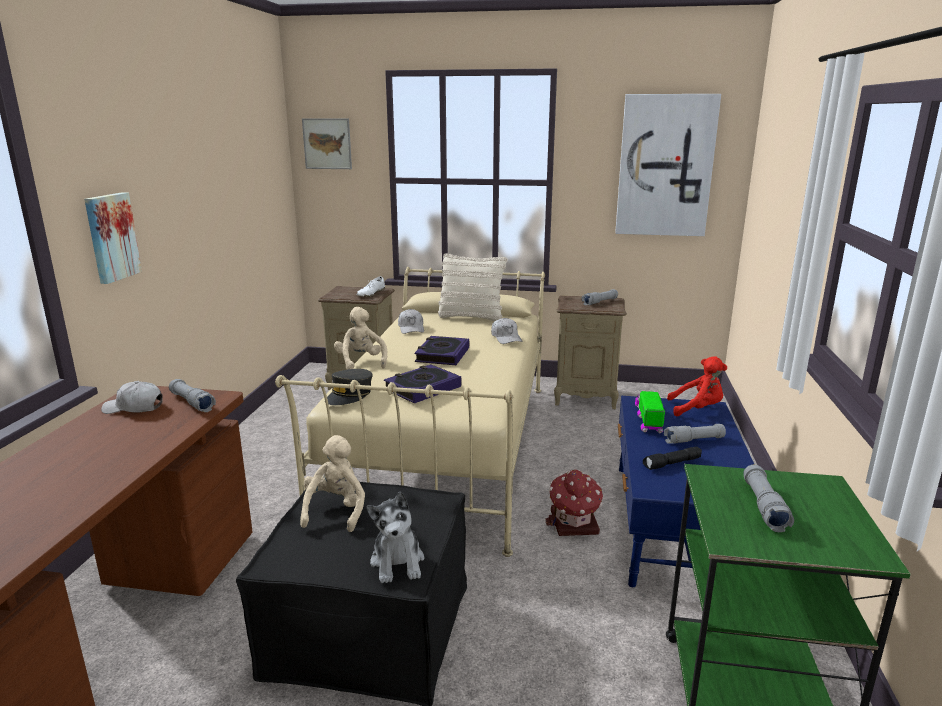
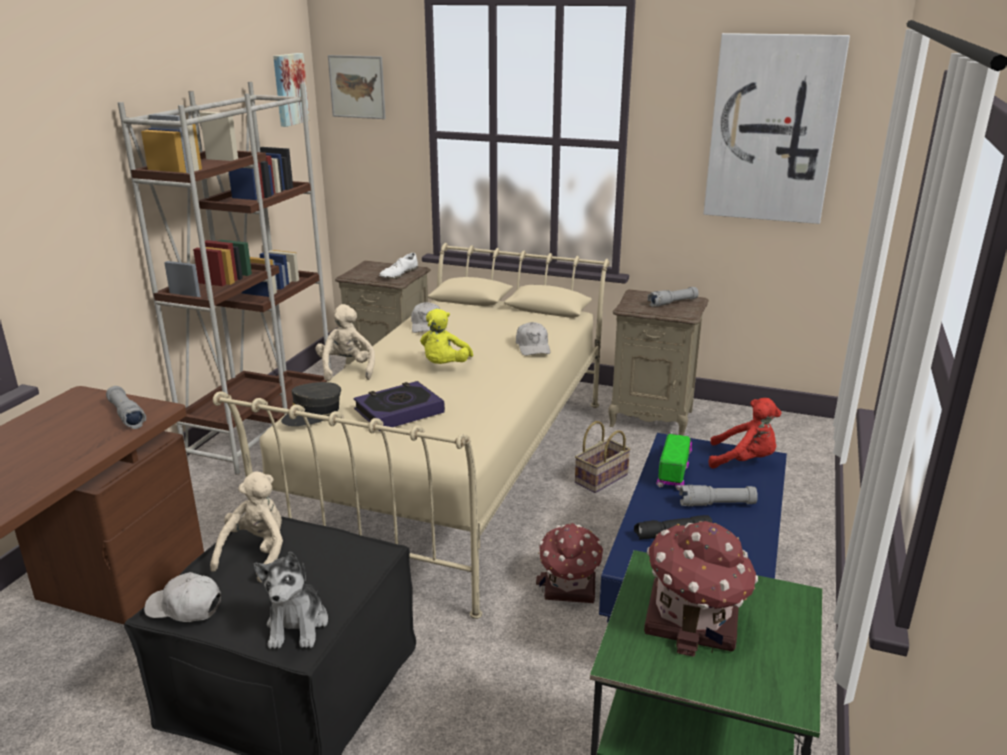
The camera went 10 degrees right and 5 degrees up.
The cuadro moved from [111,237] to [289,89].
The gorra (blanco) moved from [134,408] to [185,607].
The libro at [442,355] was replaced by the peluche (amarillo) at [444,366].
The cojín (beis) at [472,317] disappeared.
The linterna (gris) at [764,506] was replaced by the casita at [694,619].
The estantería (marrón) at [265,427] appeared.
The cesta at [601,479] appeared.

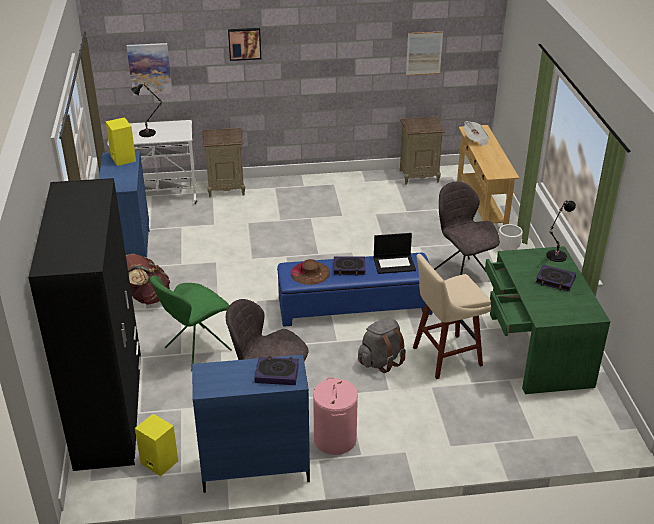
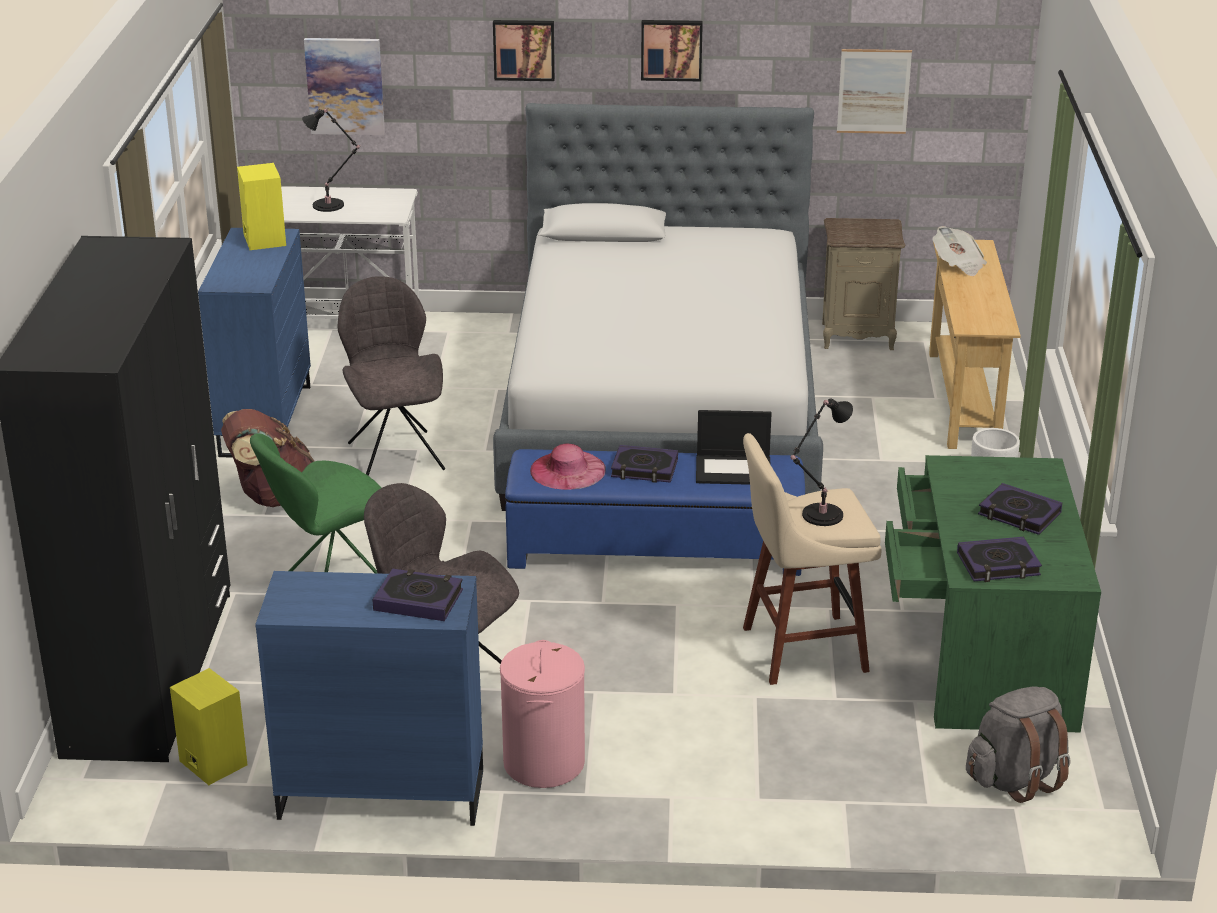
The camera went 10 degrees right and 5 degrees down.
The mesita de noche (beis) at [226,189] disappeared.
The sombrero (marrón) at [310,273] became the sombrero (rosa) at [567,470].
The mochila (gris) moved from [381,361] to [1016,779].
The silla (gris) moved from [462,274] to [395,454].
The lámpara de mesa (negro) moved from [555,257] to [819,516].
The cama at [661,409] appeared.
The cuadro at [671,49] appeared.
The libro at [998,565] appeared.

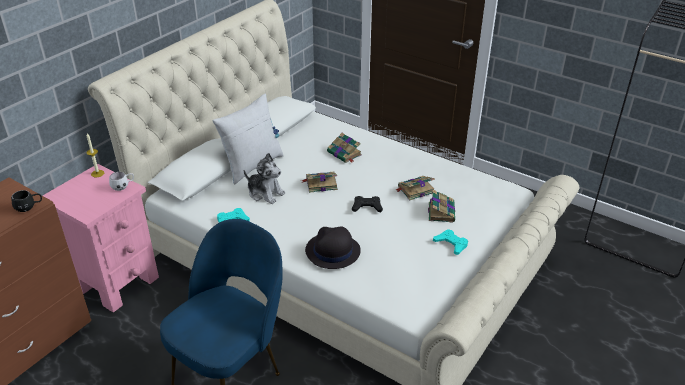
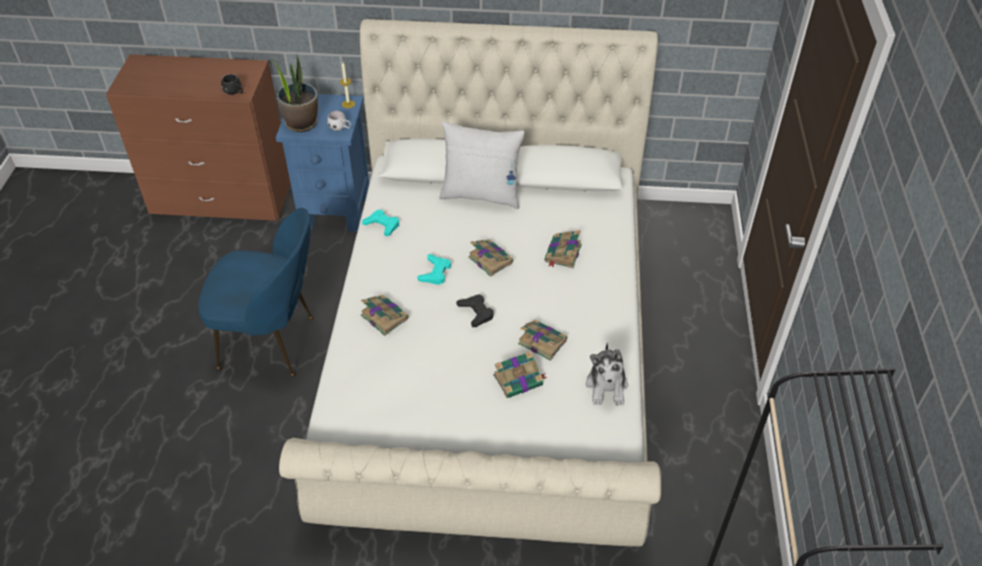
The camera went 60 degrees right and 10 degrees up.
The mesita de noche (rosa) at [118,282] became the mesita de noche (azul) at [336,210].
The peluche moved from [265,193] to [607,386].
The sombrero (negro) at [332,251] was replaced by the libro at [383,316].
The mando de consola (turquesa) moved from [451,244] to [435,272].
The planta en maceta at [301,123] appeared.

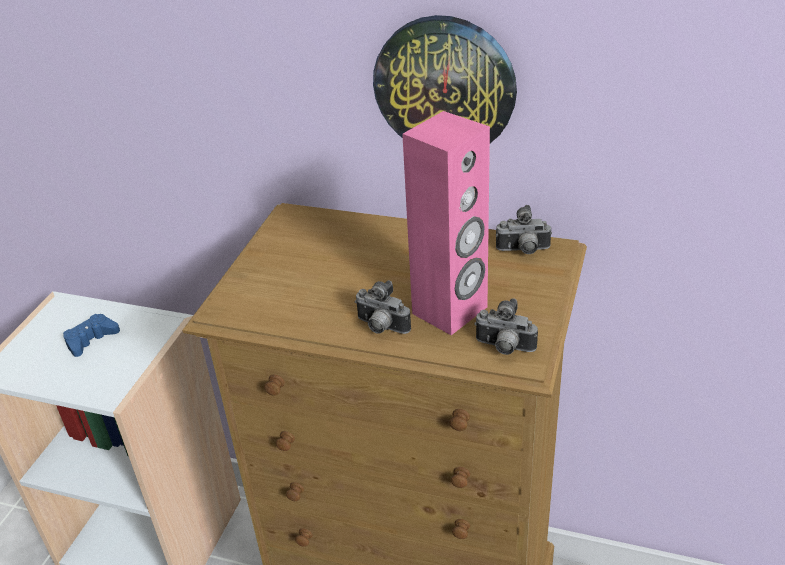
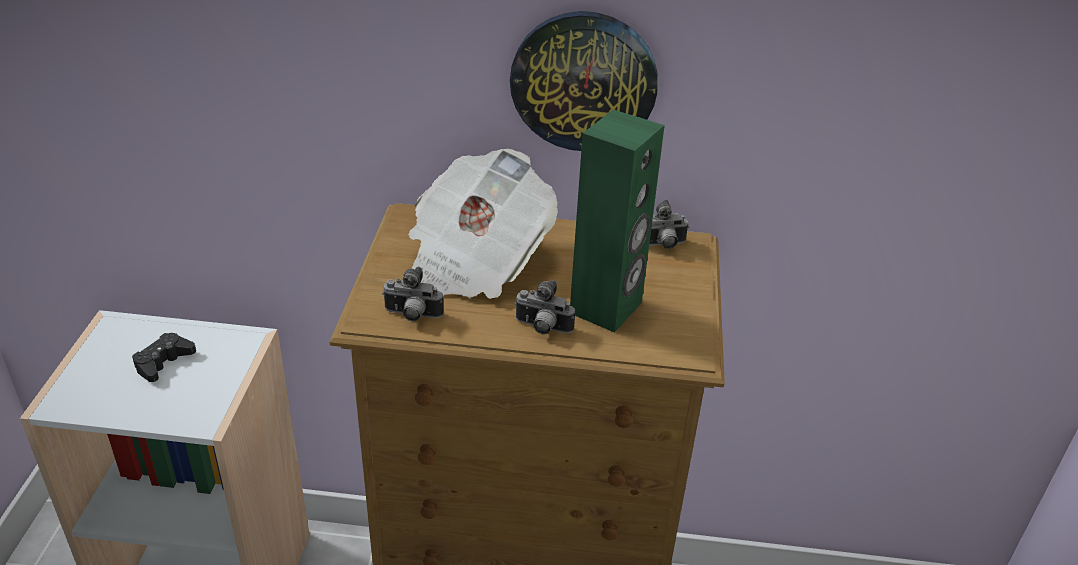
The camera went 15 degrees left and 0 degrees up.
The mando de consola (azul) at [91,339] became the mando de consola (negro) at [163,362].
The altavoz (rosa) at [450,311] became the altavoz (verde) at [606,308].
The cámara moved from [504,348] to [412,316].
The periódico at [474,260] appeared.

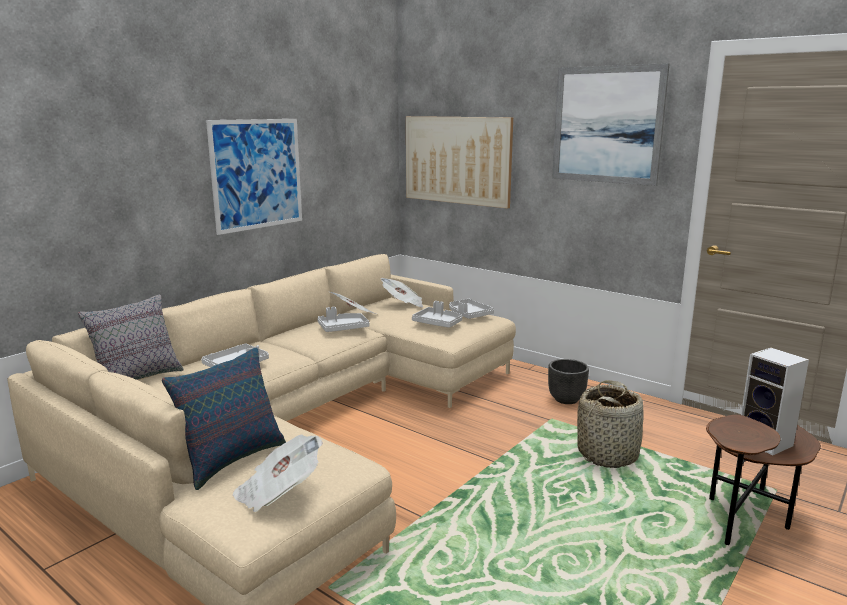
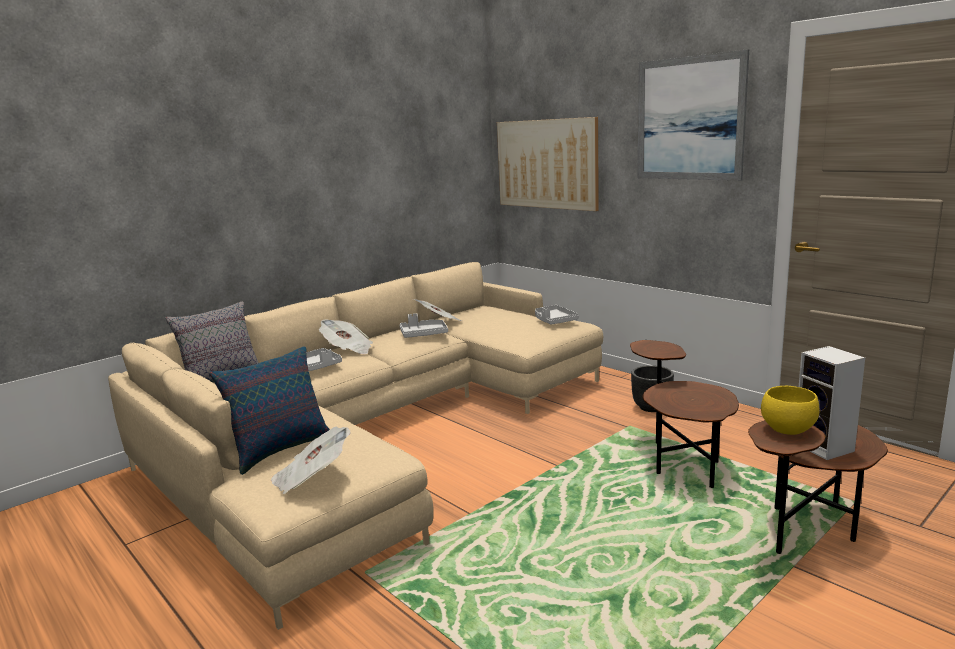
The camera went 10 degrees right and 0 degrees up.
The cuadro at [257,174] disappeared.
The periódico moved from [403,304] to [348,350].
The bandeja (gris) at [438,323] disappeared.
The cesta at [608,454] was replaced by the mesa auxiliar (marrón) at [678,461].
The cuenco (amarillo) at [786,430] appeared.

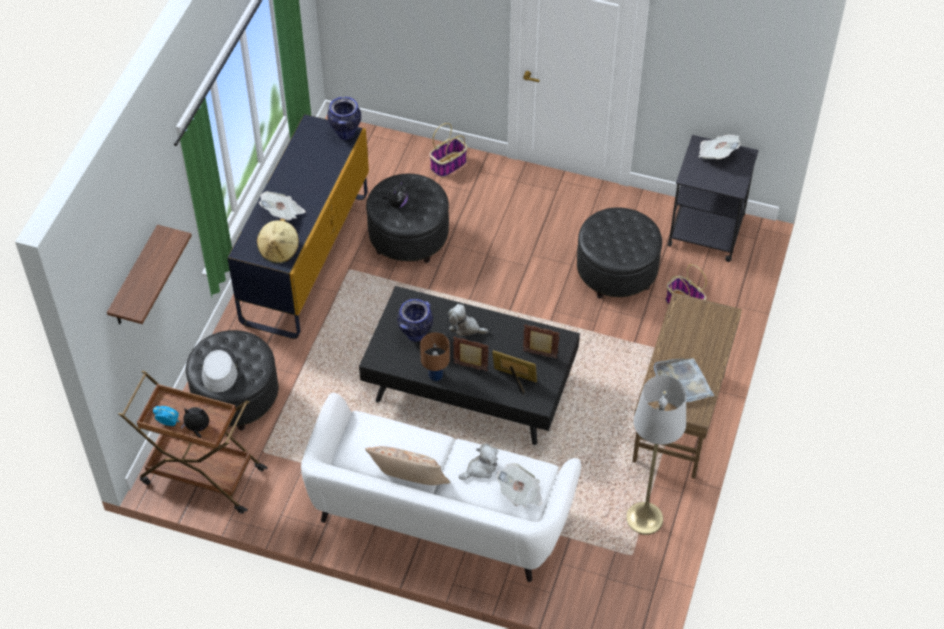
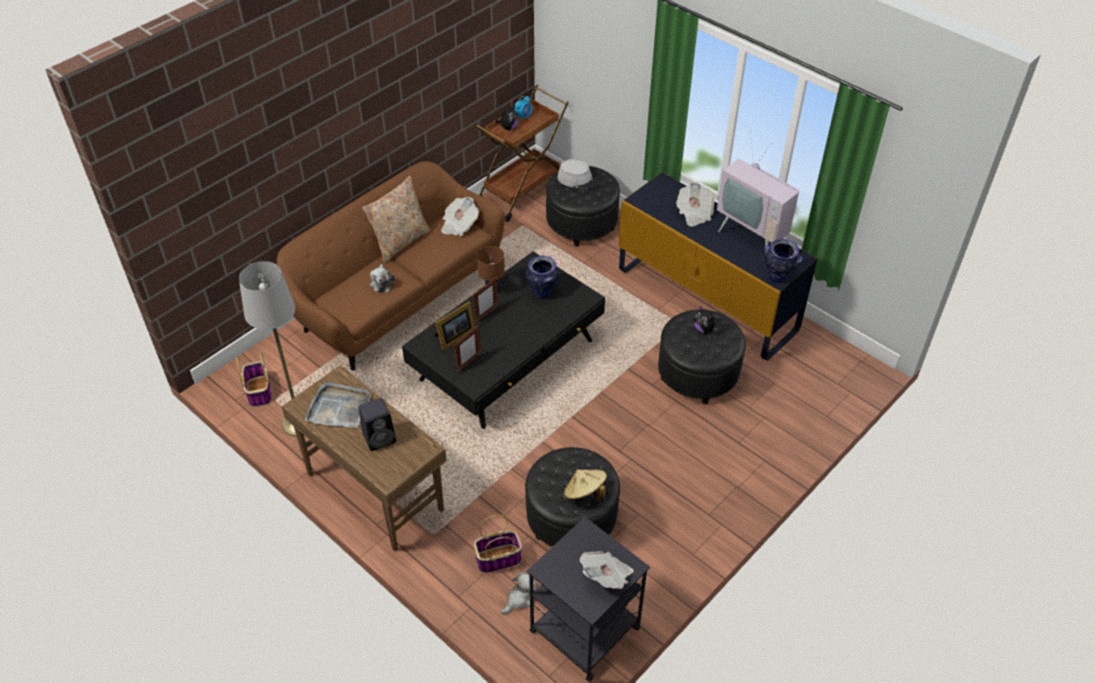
The camera went 115 degrees right and 5 degrees down.
The estante at [135,278] disappeared.
The sombrero (beis) moved from [279,250] to [584,493].
The sofá (blanco) at [438,517] became the sofá (marrón) at [398,299].
The cesta moved from [448,165] to [259,391].
The peluche moved from [465,327] to [520,598].
The periódico moved from [520,493] to [459,225].
The altavoz (negro) at [380,437] appeared.
The televisor at [754,236] appeared.

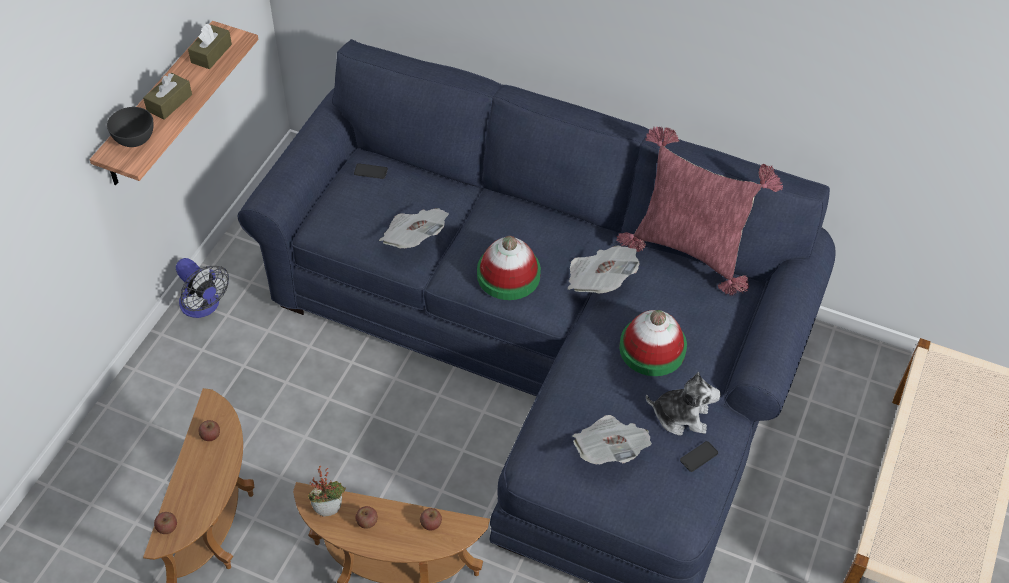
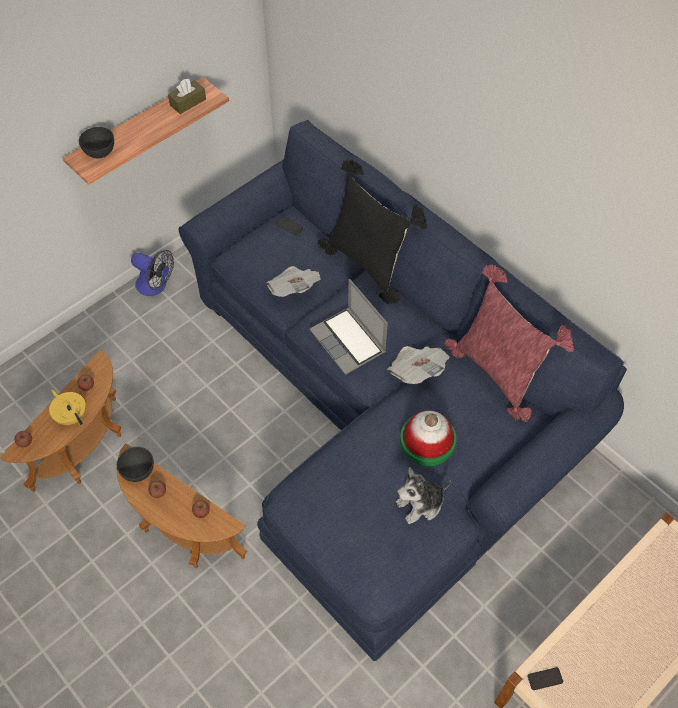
The camera went 25 degrees right and 5 degrees up.
The caja de pañuelos (marrón) at [169,103] disappeared.
The ventilador at [203,306] turned 45 degrees counterclockwise.
The planta en maceta at [329,508] was replaced by the cuenco (gris) at [138,471].
The sombrero at [508,275] was replaced by the portátil at [349,342].
The periódico at [609,450] disappeared.
The peluche at [681,416] turned 120 degrees clockwise.
The móvil moved from [699,456] to [545,679].
The tetera (amarillo) at [71,416] appeared.
The cojín (negro) at [369,268] appeared.

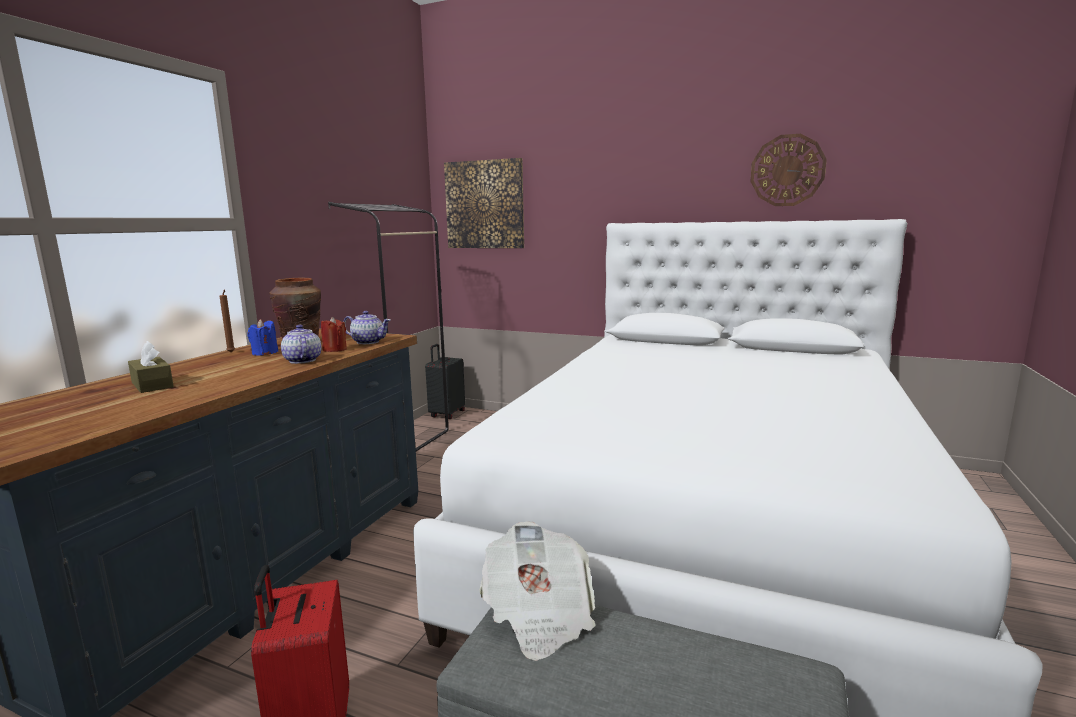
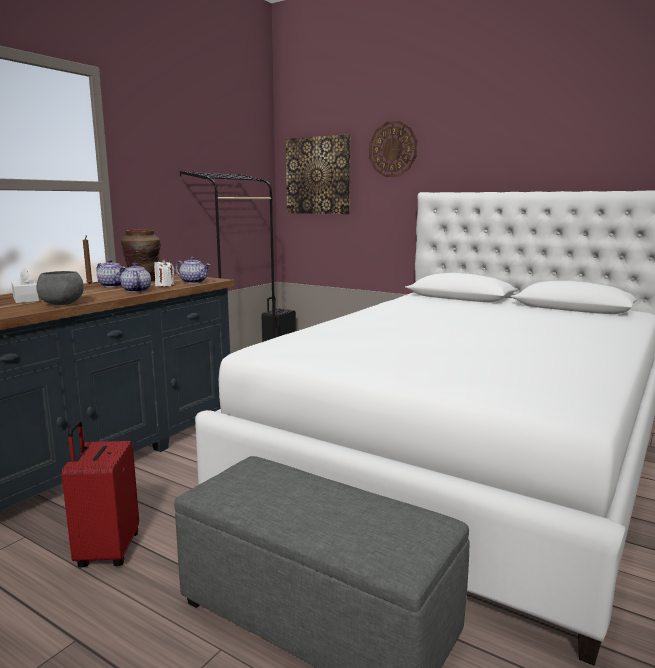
The camera went 10 degrees right and 0 degrees up.
The caja de pañuelos (marrón) at [152,385] became the caja de pañuelos (blanco) at [26,299].
The vela (azul) at [264,353] was replaced by the tetera at [113,285].
The vela (rojo) at [334,349] became the vela (blanco) at [164,285].
The periódico at [538,615] disappeared.
The reloj de pared moved from [787,170] to [392,149].
The cuenco (gris) at [62,304] appeared.

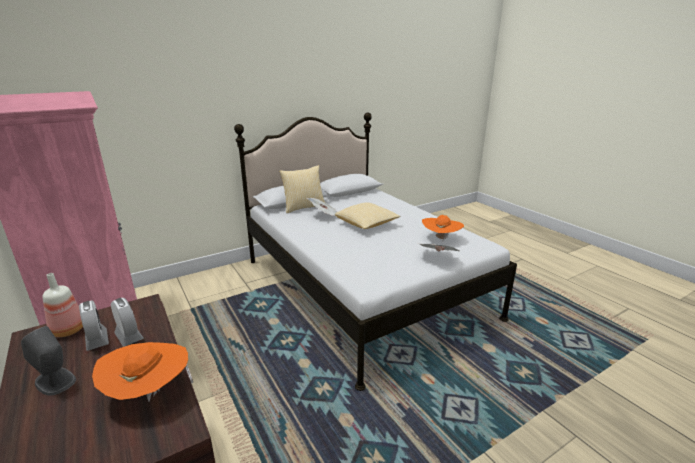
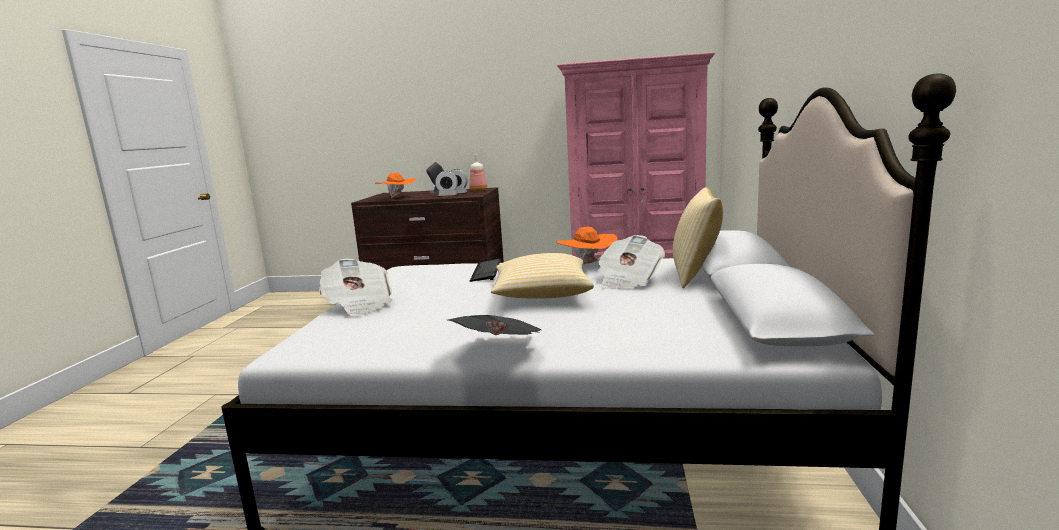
The camera went 130 degrees right and 10 degrees down.
The sombrero (naranja) moved from [441,238] to [587,265].
The periódico at [500,350] appeared.
The teclado at [486,271] appeared.

